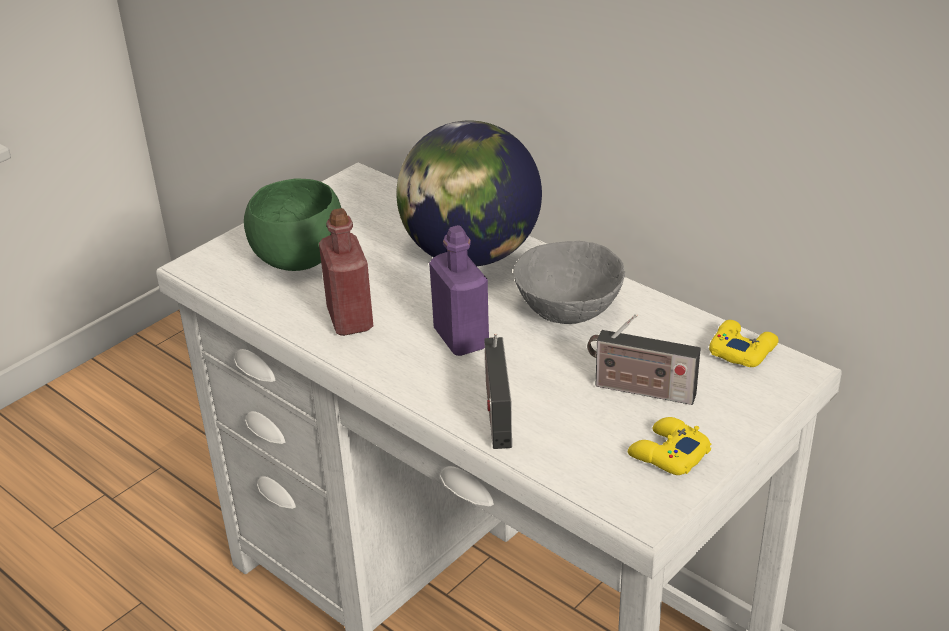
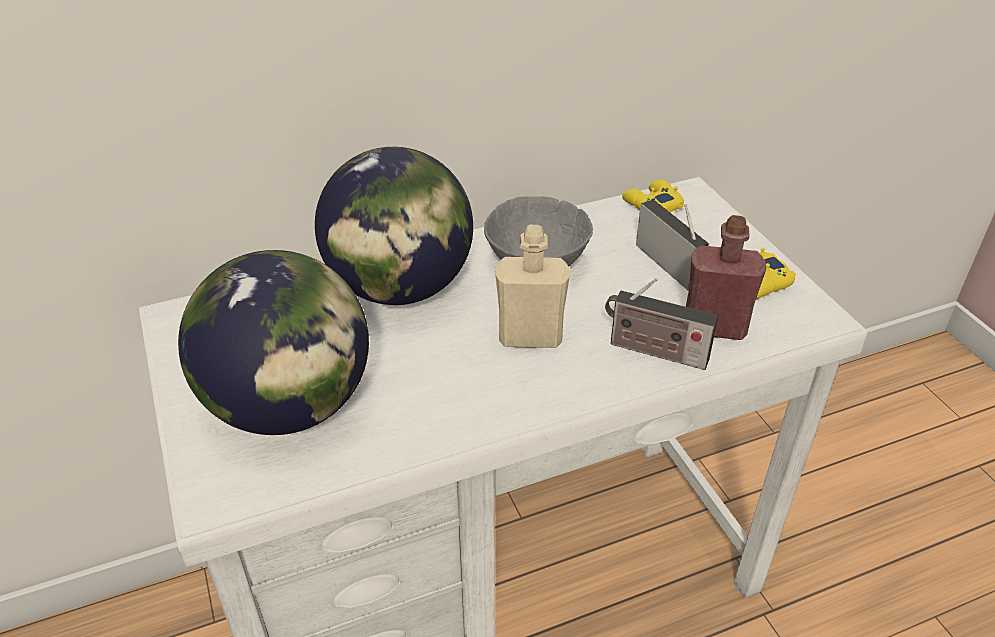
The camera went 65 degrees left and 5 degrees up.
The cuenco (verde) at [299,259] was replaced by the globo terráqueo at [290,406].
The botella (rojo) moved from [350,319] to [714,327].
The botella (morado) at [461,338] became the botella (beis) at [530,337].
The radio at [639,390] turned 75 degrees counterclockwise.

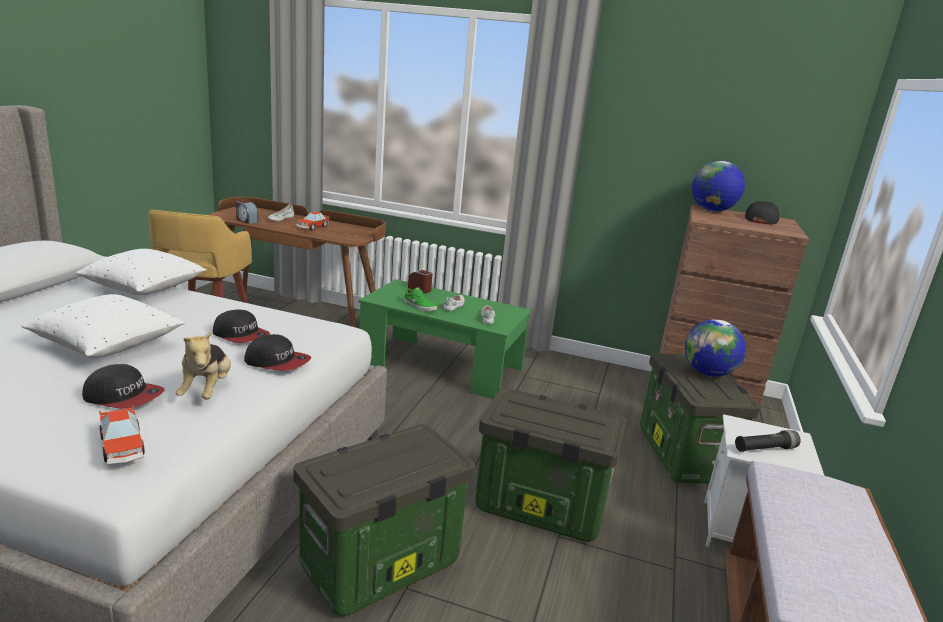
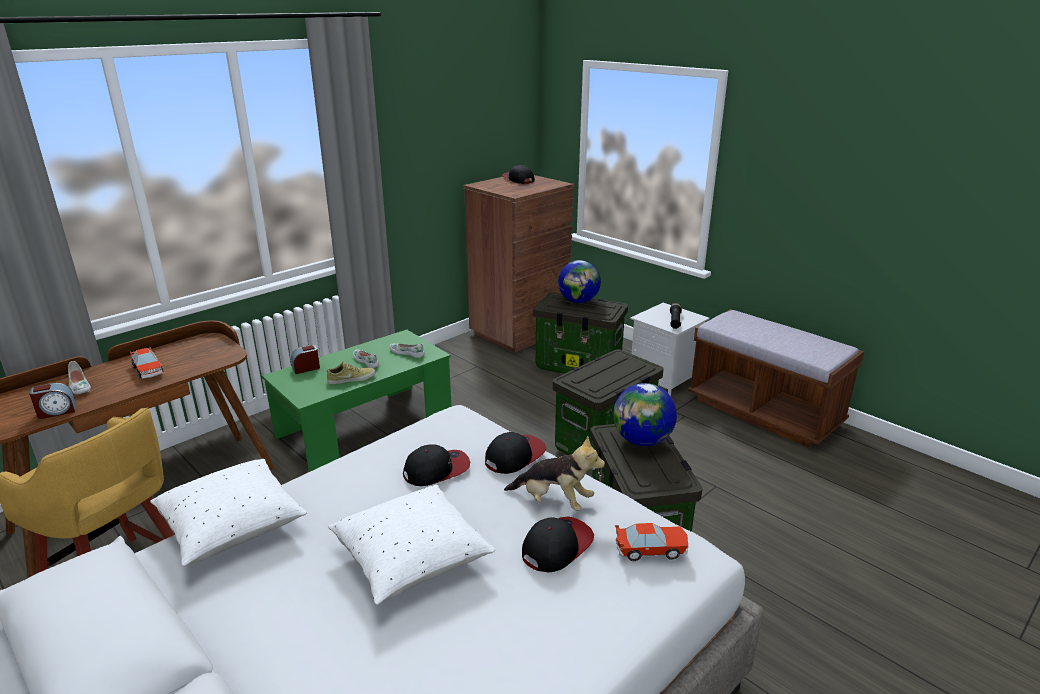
The camera went 60 degrees left and 5 degrees up.
The zapato (verde) at [420,306] became the zapato (beis) at [351,378].
The globo terráqueo moved from [712,210] to [642,441].

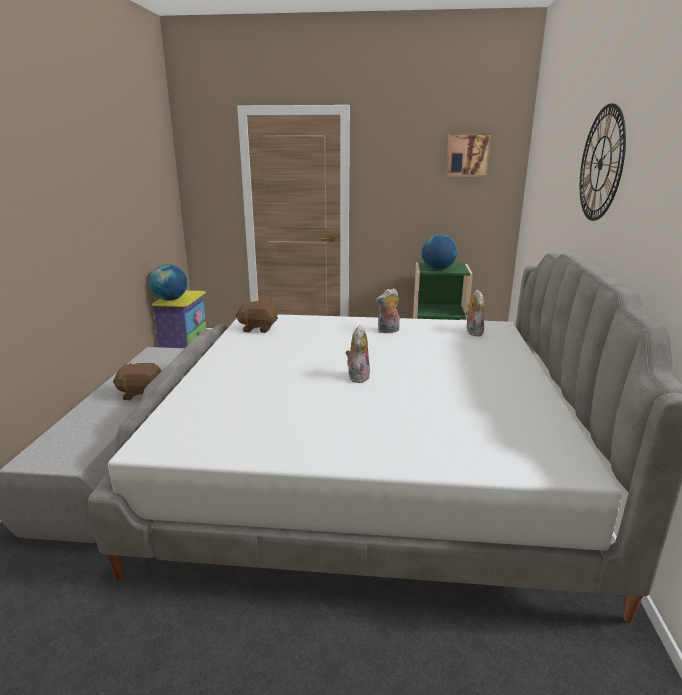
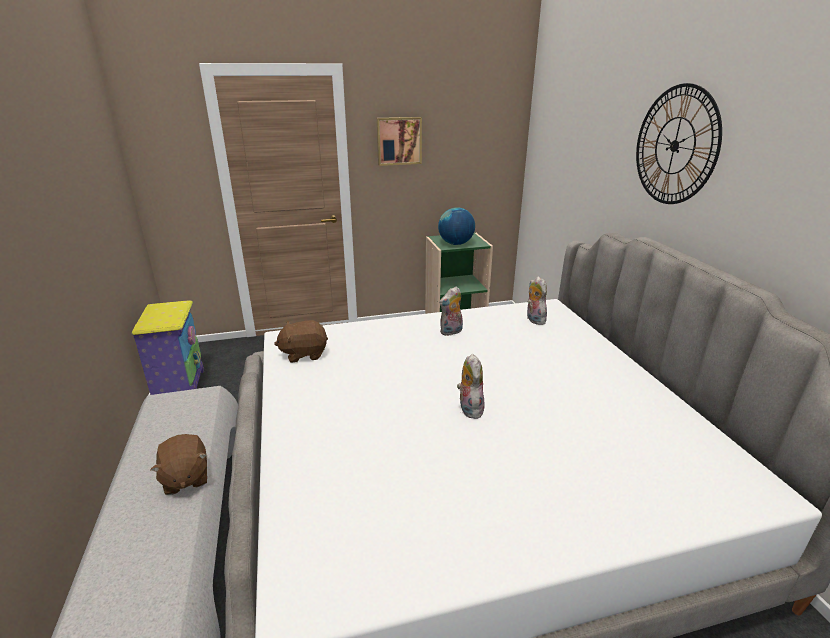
The camera went 20 degrees left and 5 degrees up.
The peluche (marrón) at [141,393] turned 90 degrees counterclockwise.
The globo terráqueo at [170,299] disappeared.
The cuadro moved from [467,155] to [399,141].

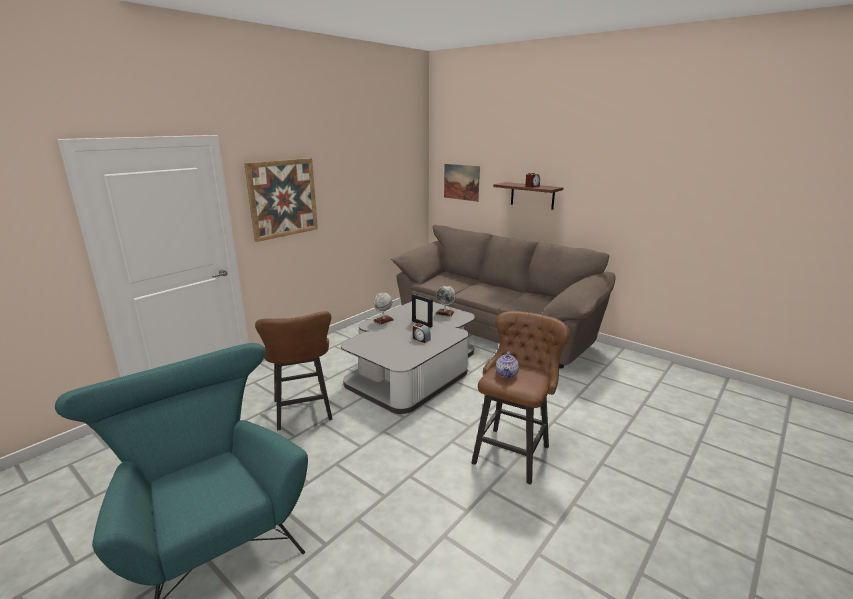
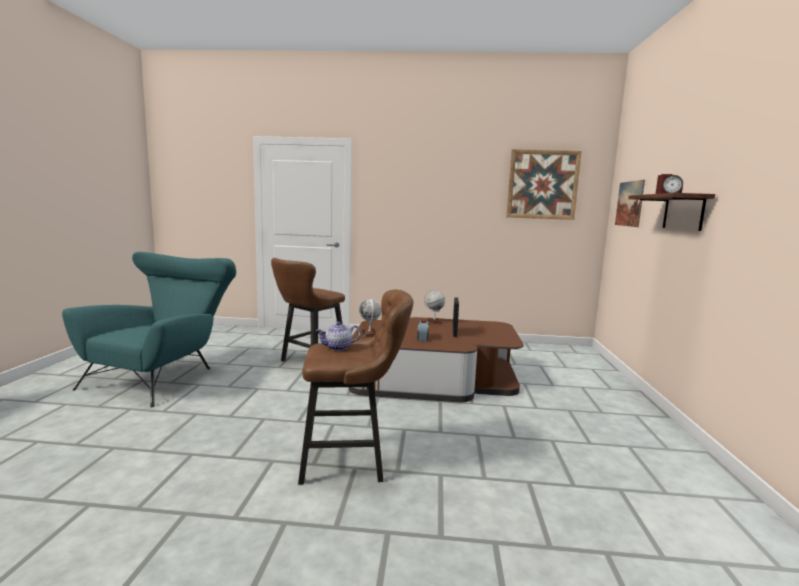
The camera went 55 degrees right and 10 degrees down.
The cuadro moved from [283,198] to [542,184].
The mesa de centro (gris) at [413,366] became the mesa de centro (marrón) at [435,376].
The sofá (marrón) at [493,331] disappeared.
The globo terráqueo moved from [445,313] to [369,333].

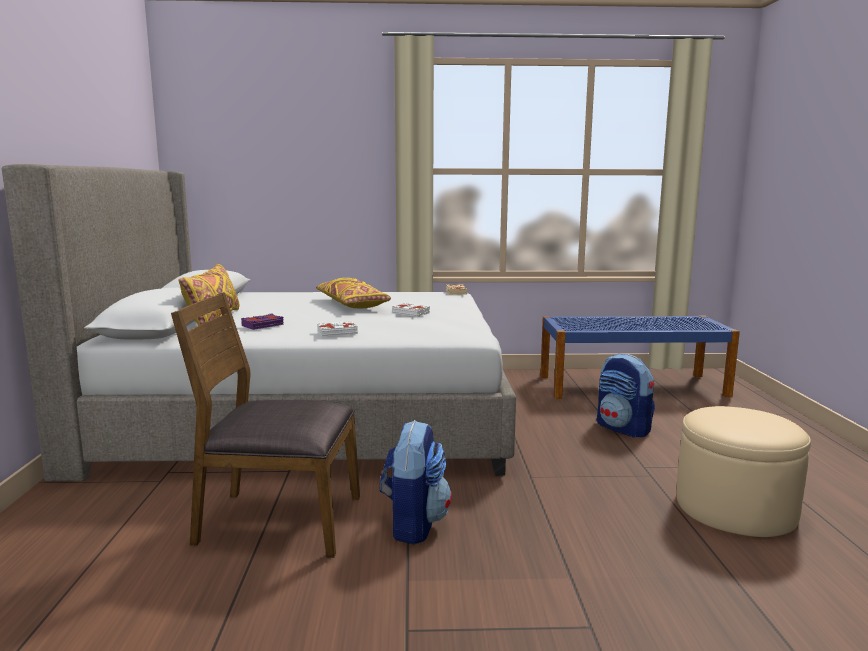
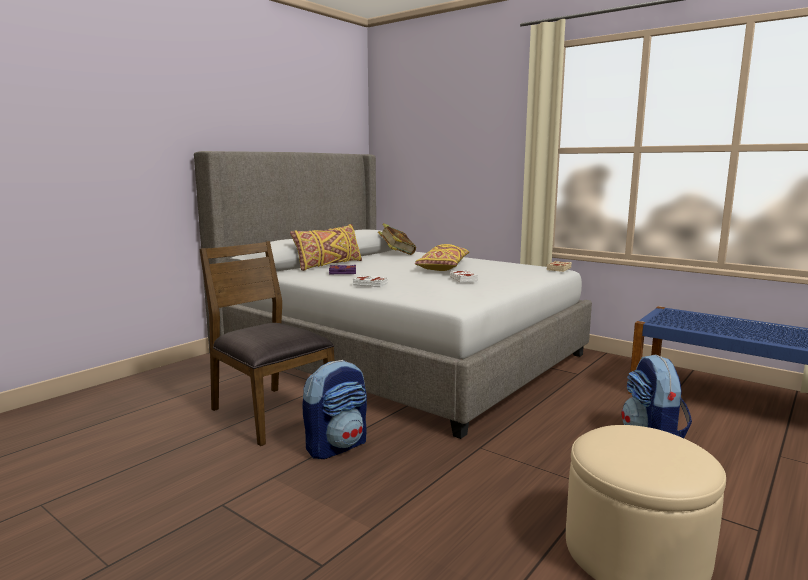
The camera went 40 degrees right and 0 degrees up.
The libro at [397,254] appeared.

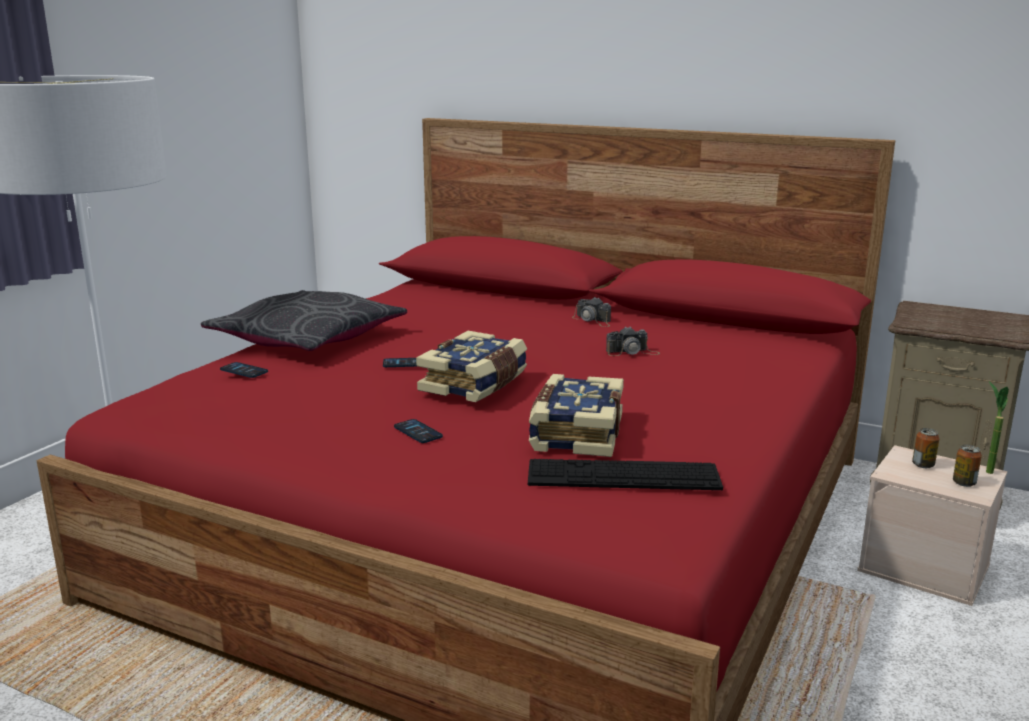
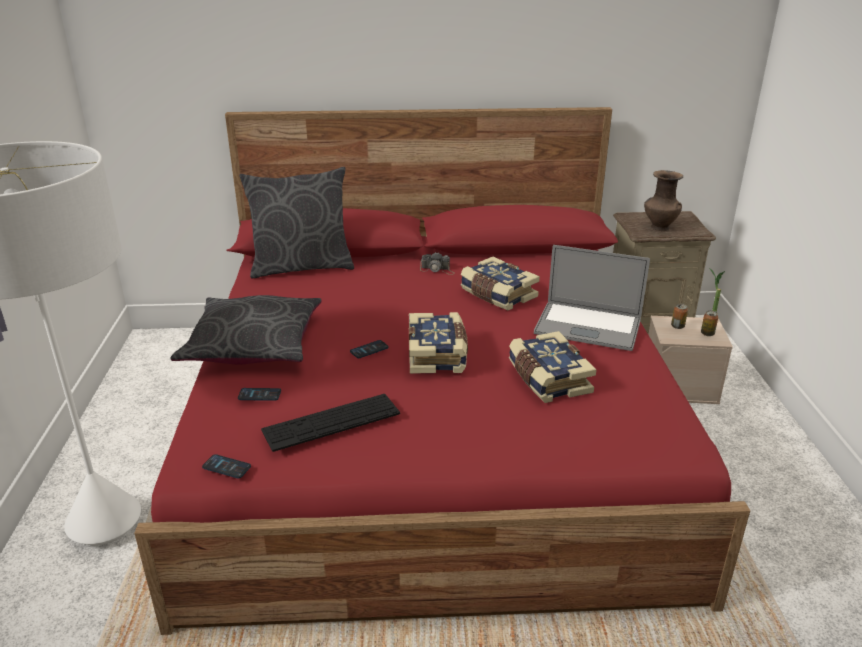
The camera went 30 degrees left and 10 degrees up.
The móvil moved from [418,432] to [226,467].
The teclado moved from [623,475] to [331,422].
The cámara at [632,352] was replaced by the libro at [497,295].
The cojín (gris) at [302,267] appeared.
The portátil at [588,326] appeared.
The florero (marrón) at [659,227] appeared.

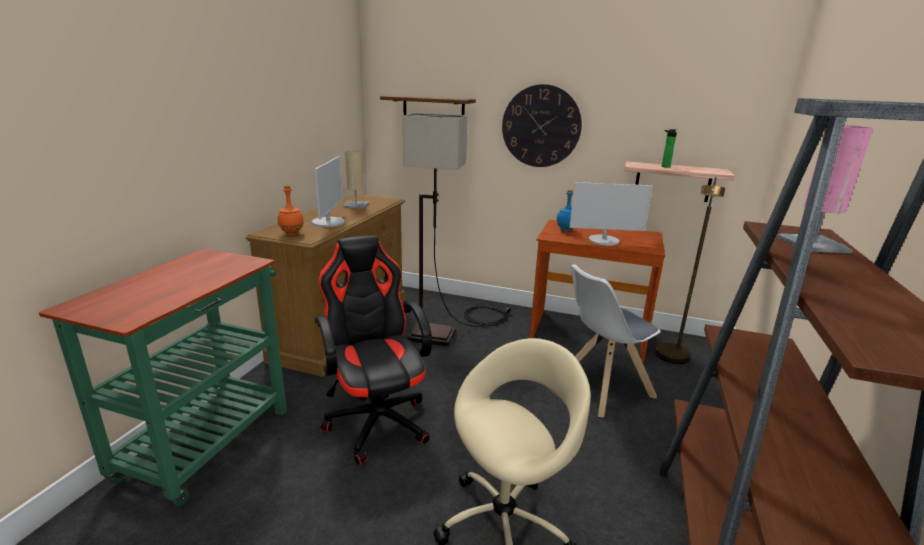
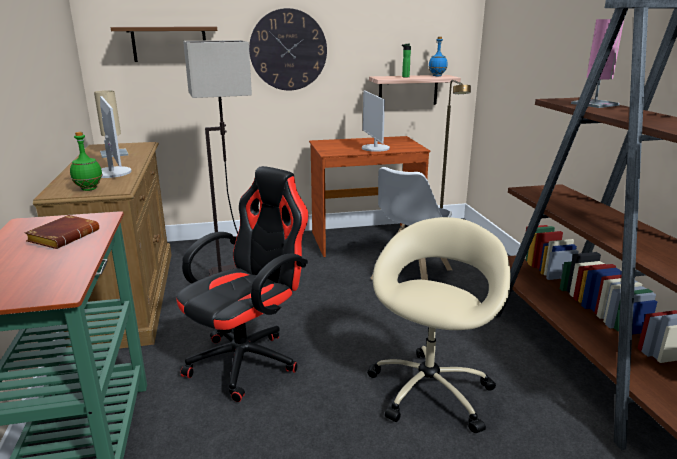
The camera went 30 degrees left and 0 degrees up.
The botella (naranja) at [291,234] became the botella (verde) at [88,189].
The silla de oficina (negro) at [377,419] turned 90 degrees clockwise.
The botella (azul) moved from [566,230] to [437,76].
The monitor at [604,241] turned 105 degrees clockwise.
The libro (marrón) at [64,236] appeared.

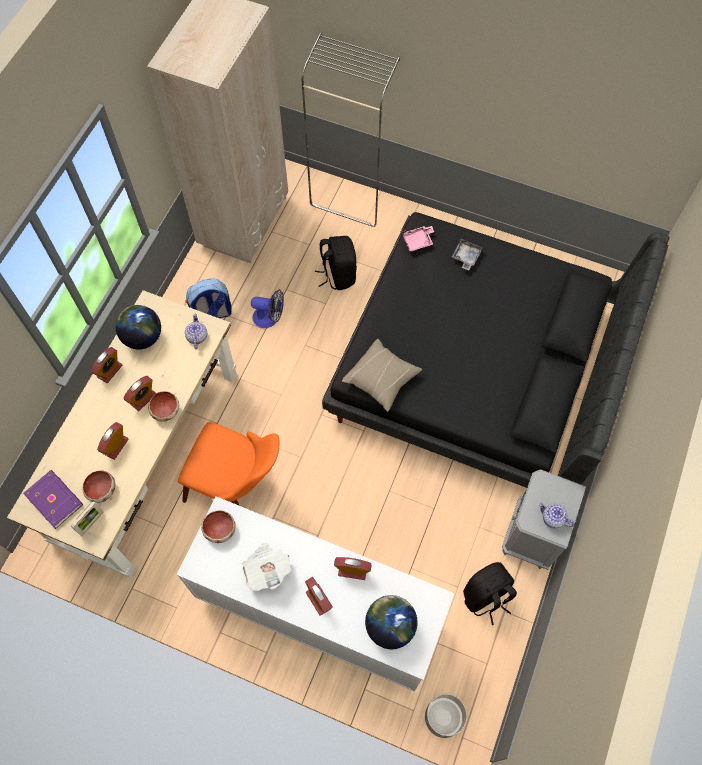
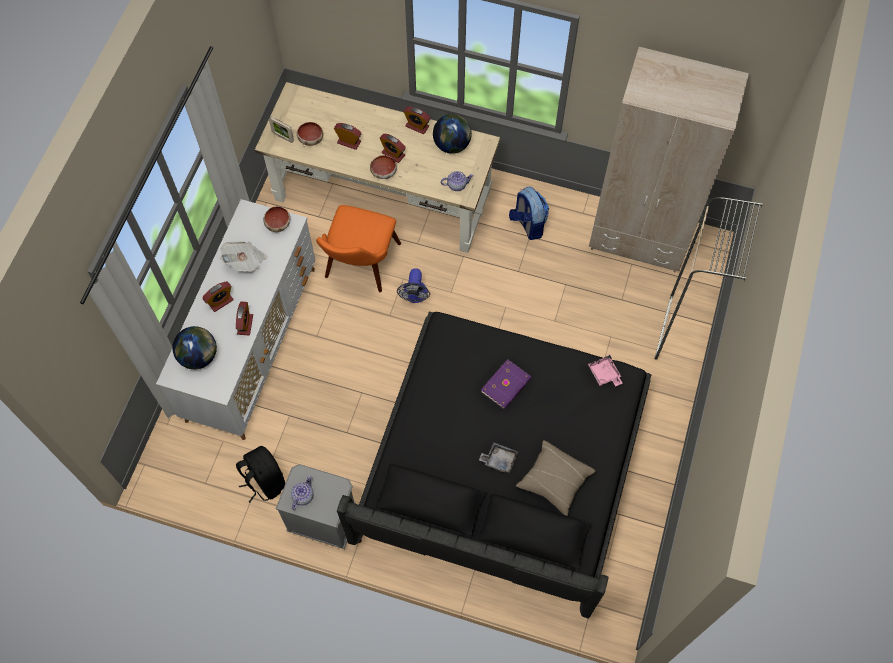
The camera went 85 degrees right and 0 degrees up.
The libro (morado) moved from [55,499] to [506,385].
The ventilador moved from [270,318] to [415,296].
The mochila (negro) at [338,275] disappeared.
The cojín (beis) moved from [381,379] to [554,481].
The maceta (gris) at [443,718] disappeared.
The bandeja (gris) moved from [466,257] to [499,459].

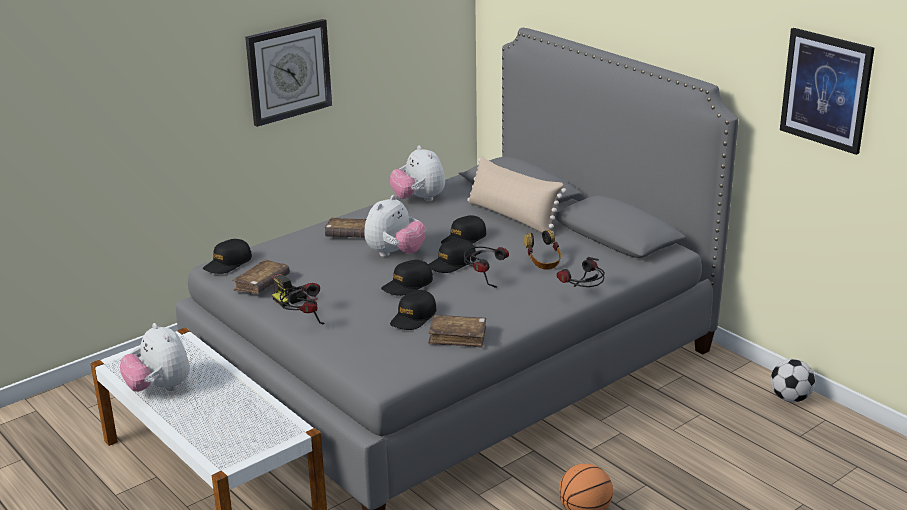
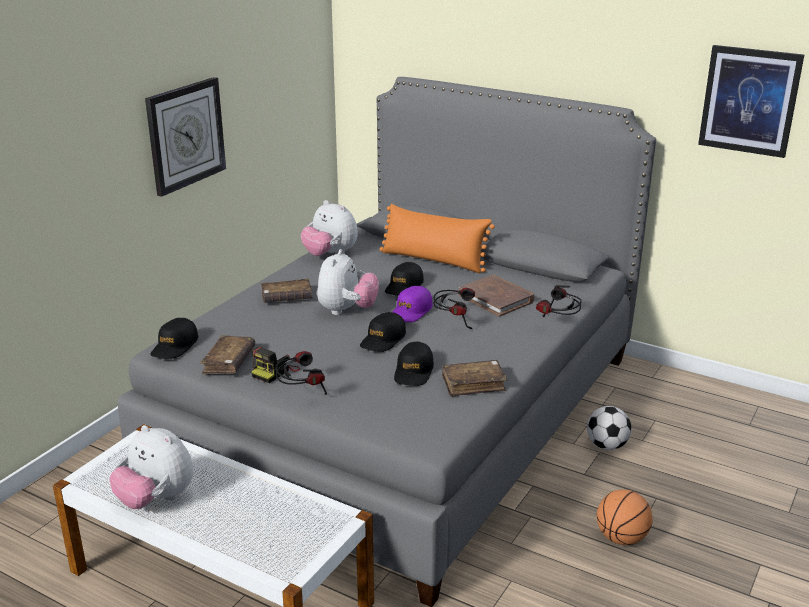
The camera went 20 degrees left and 0 degrees up.
The gorra (negro) at [452,263] became the gorra (morado) at [411,311].
The cojín (beis) at [512,217] became the cojín (naranja) at [433,260].
The auriculares at [543,263] was replaced by the libro (marrón) at [496,298].
The balón de fútbol moved from [790,398] to [606,445].

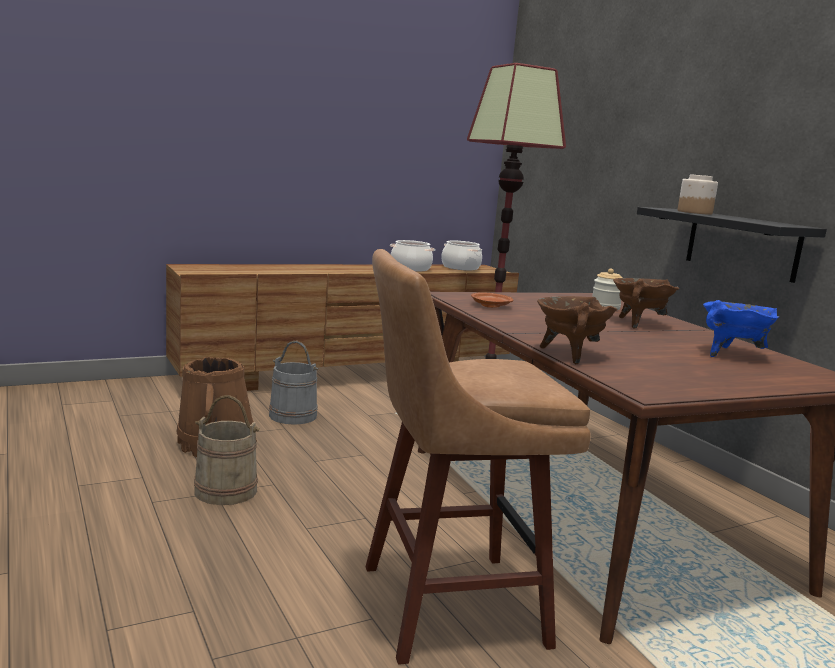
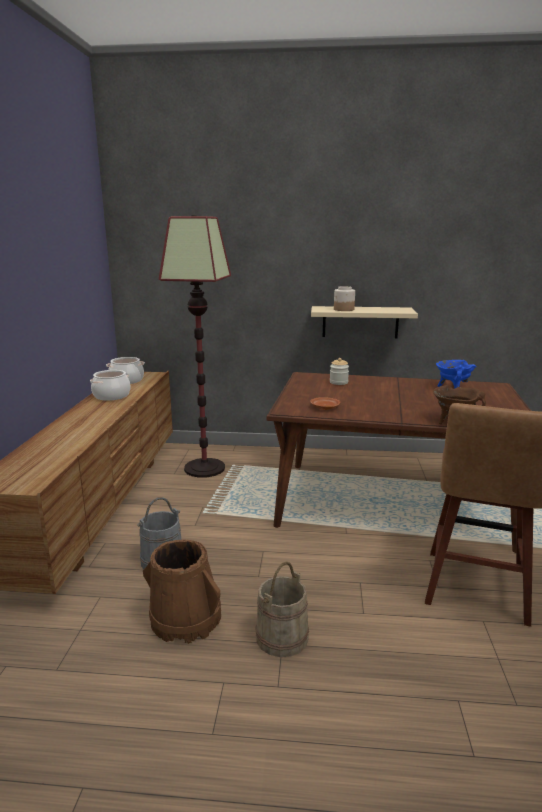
The camera went 55 degrees left and 5 degrees up.
The olla (marrón) at [638,323] disappeared.
The estante (negro) at [742,244] became the estante (beis) at [360,322].

